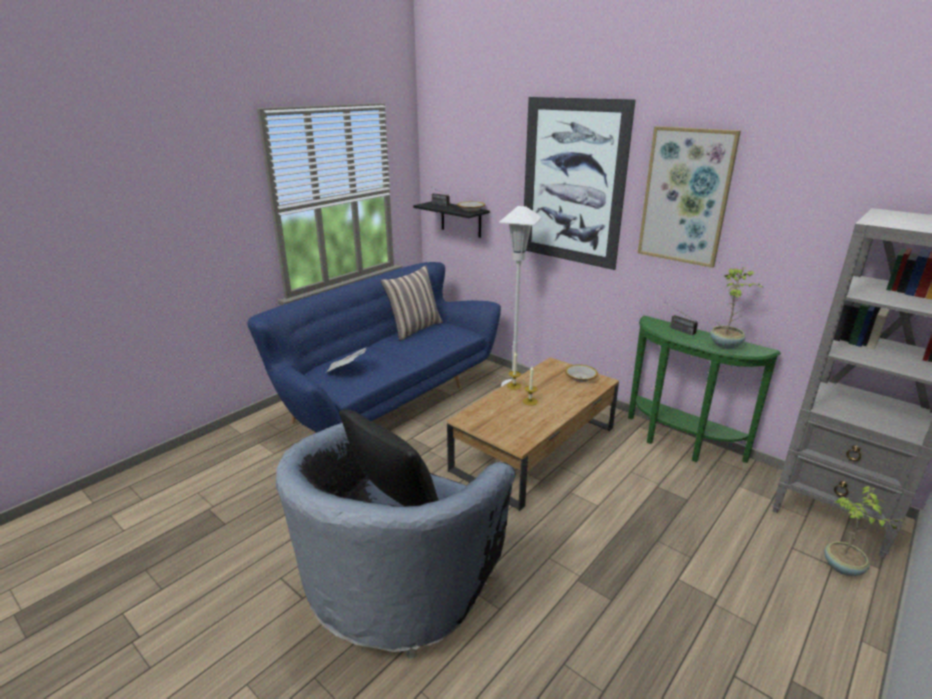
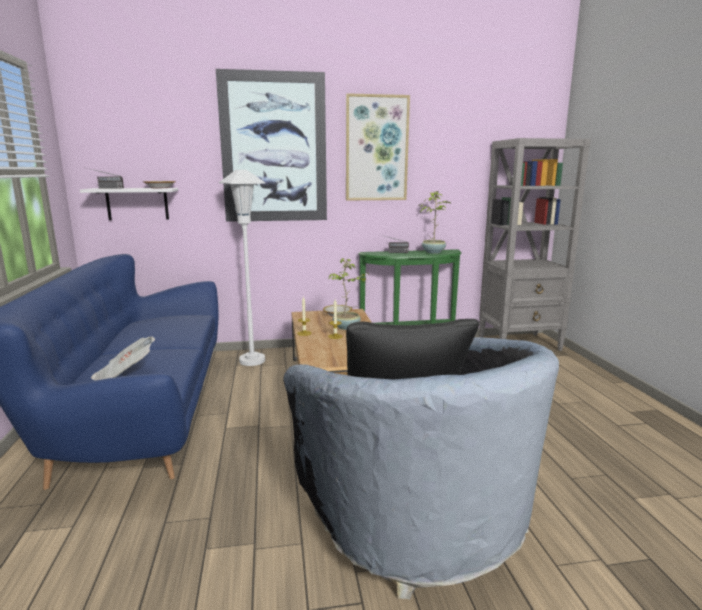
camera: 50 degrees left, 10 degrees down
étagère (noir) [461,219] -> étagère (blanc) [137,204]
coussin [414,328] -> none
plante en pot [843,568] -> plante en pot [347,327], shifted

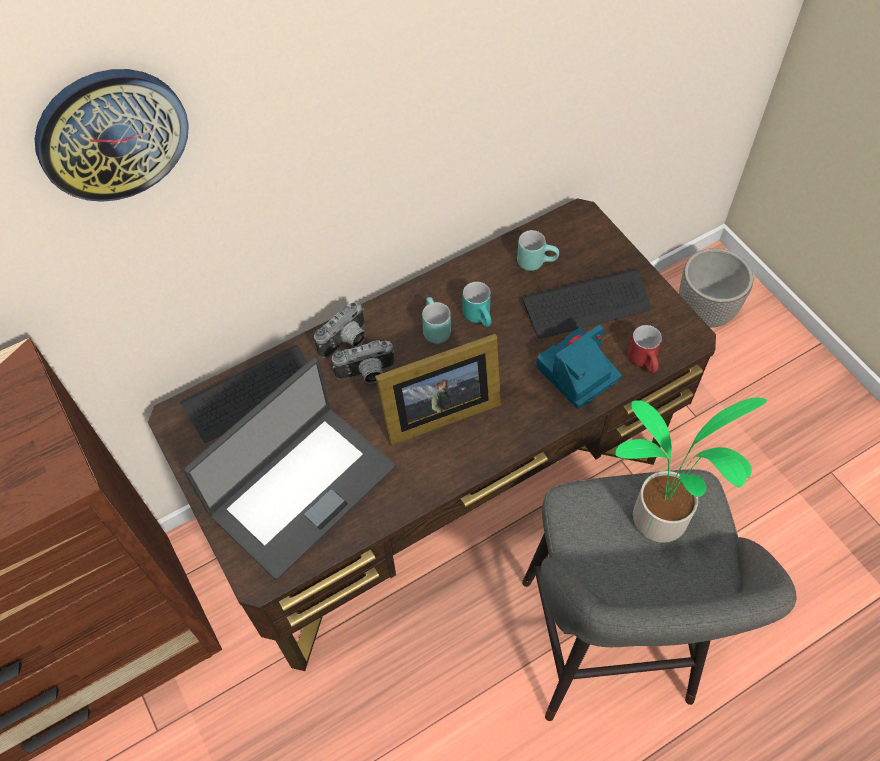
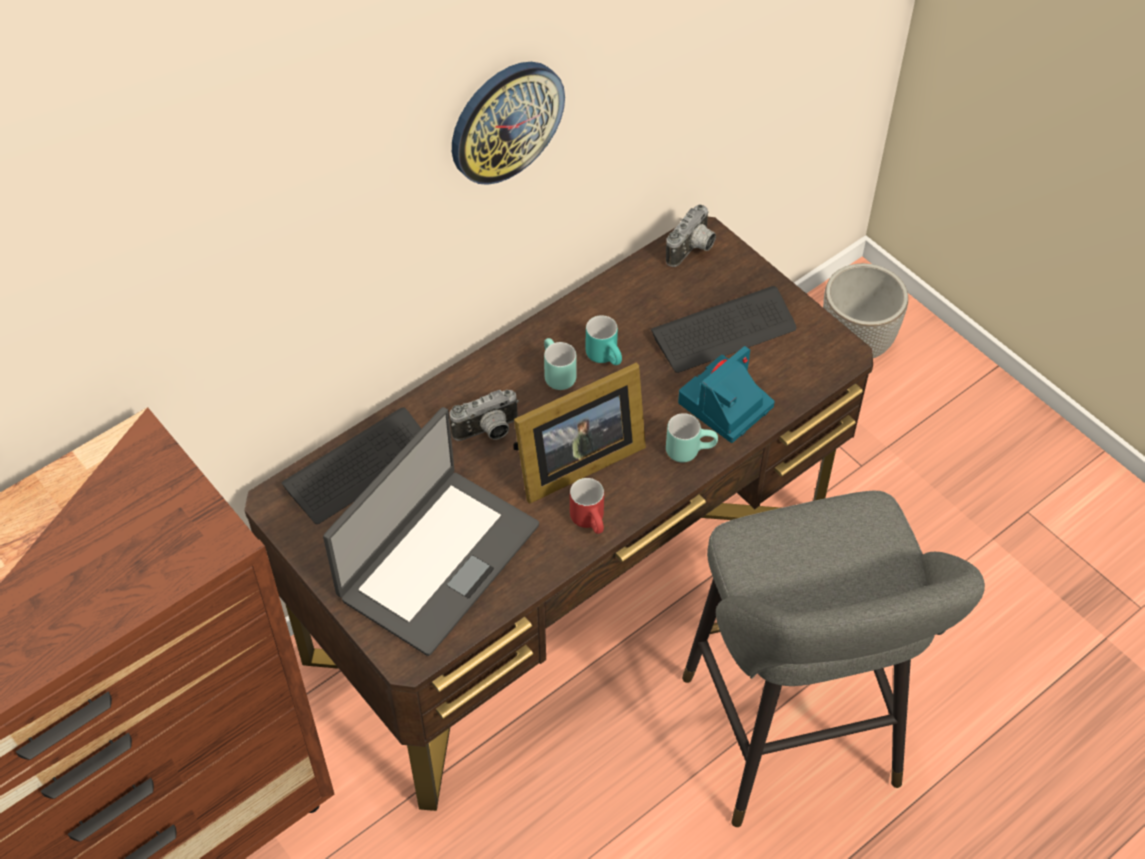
camera: 10 degrees left, 5 degrees down
horloge murale [112,134] -> horloge murale [505,121], shifted
mug (turquoise) [536,261] -> mug (turquoise) [690,449], shifted
appareil photo [347,342] -> appareil photo [693,250], shifted
mug (rouge) [645,362] -> mug (rouge) [592,521], shifted
plante en pot [657,522] -> none

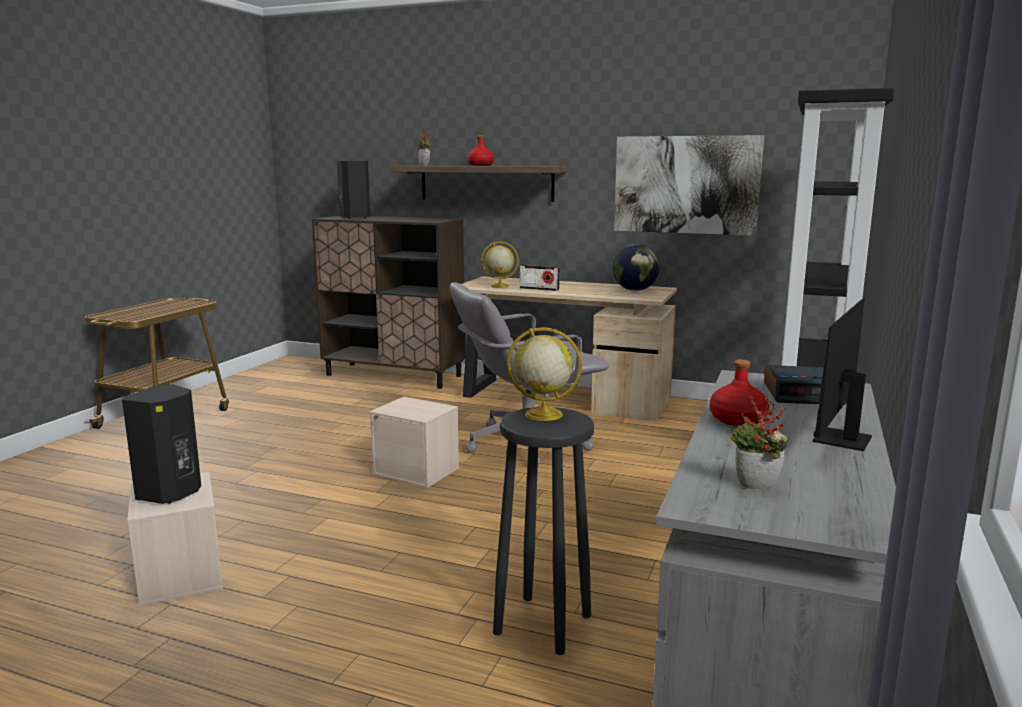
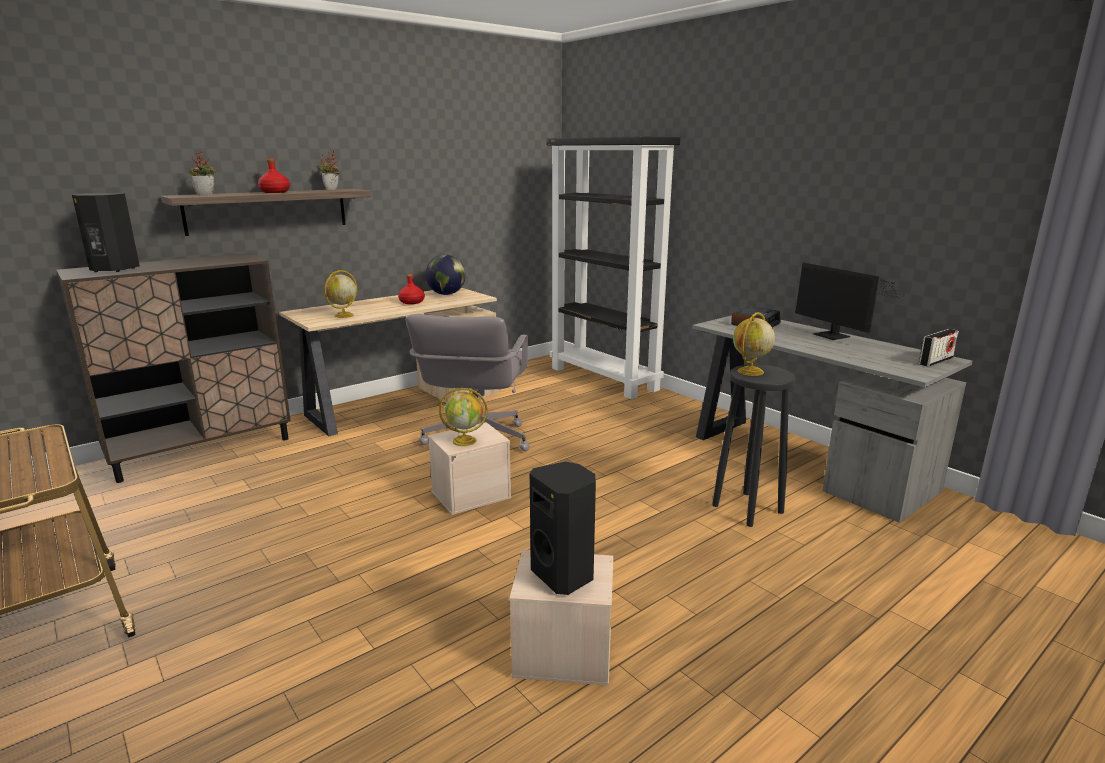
camera: 60 degrees left, 5 degrees up
tableau [685,185] -> none
radio [539,289] -> radio [936,361], shifted
bouteille (rouge) [738,420] -> bouteille (rouge) [411,302], shifted
plante en pot [755,488] -> plante en pot [331,190], shifted
none -> globe [465,441]

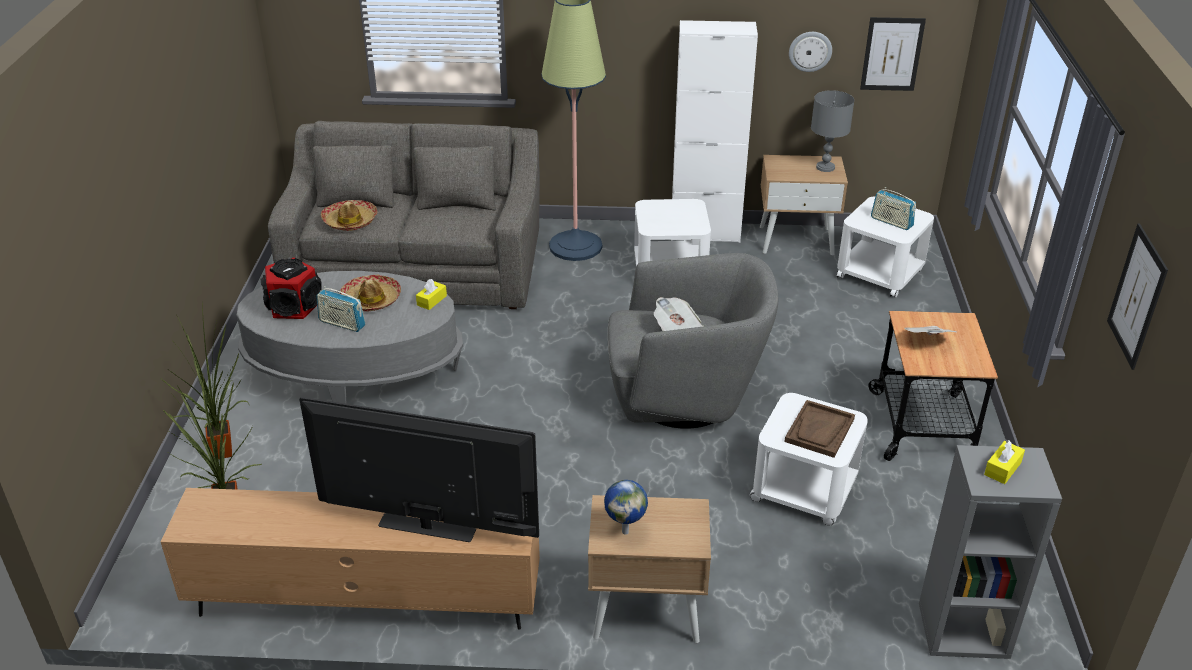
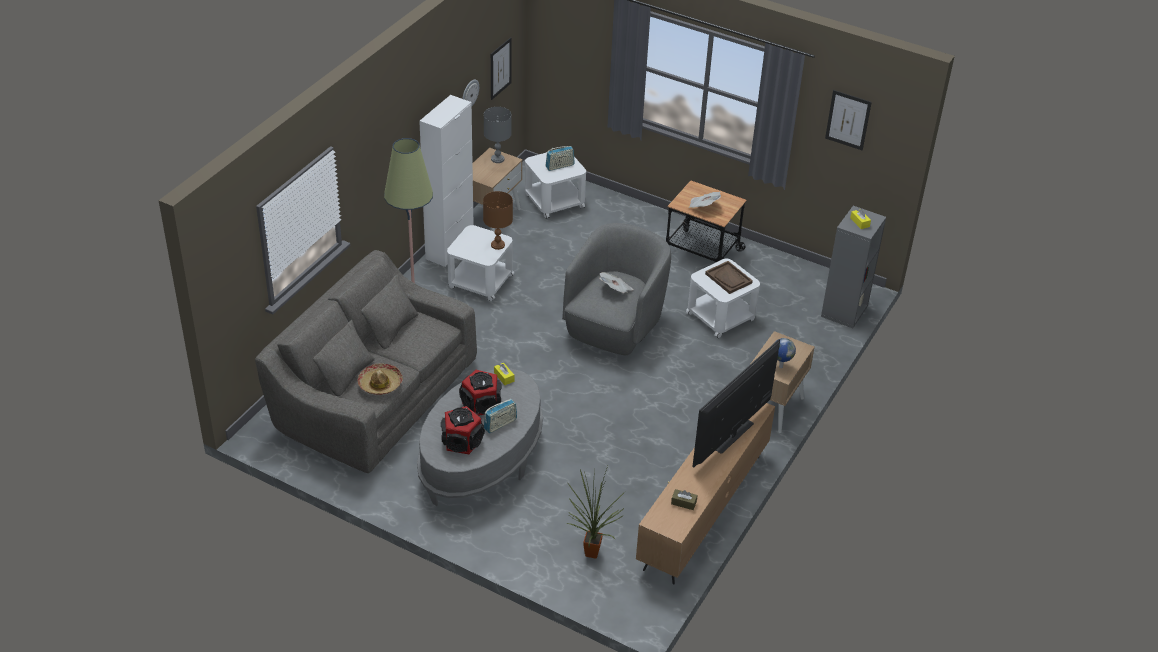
camera: 65 degrees left, 5 degrees up
chapeau [371,300] -> enceinte [481,404]
plante en pot [227,453] -> none
none -> lampe de table (marron) [498,245]
none -> boîte à mouchoirs (marron) [683,503]

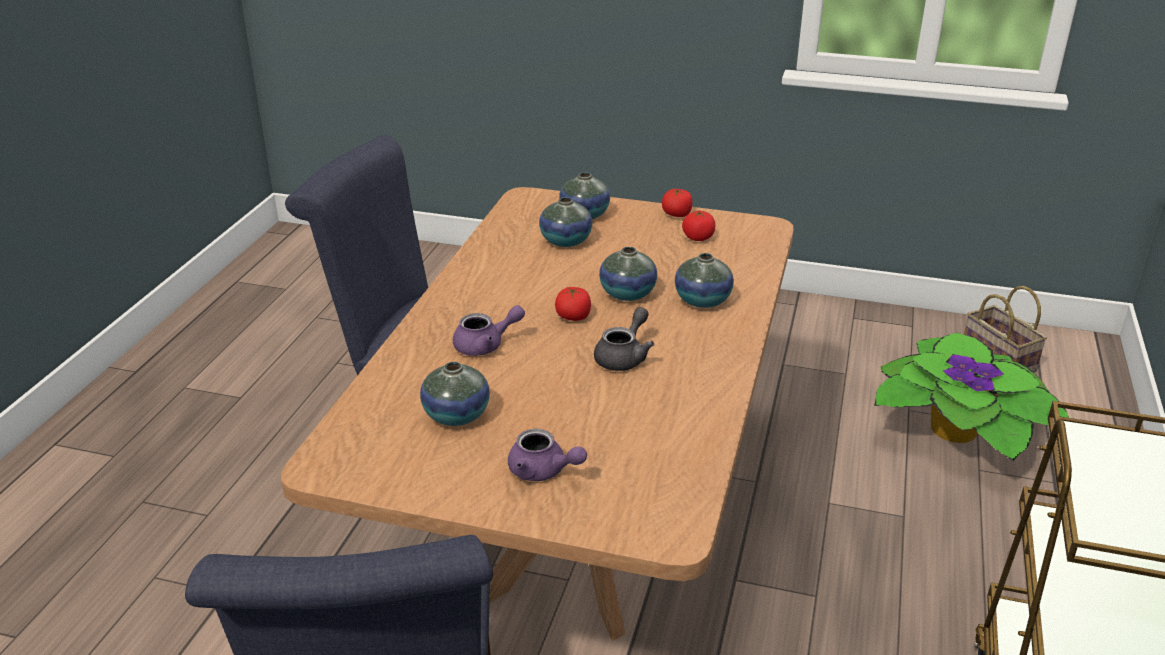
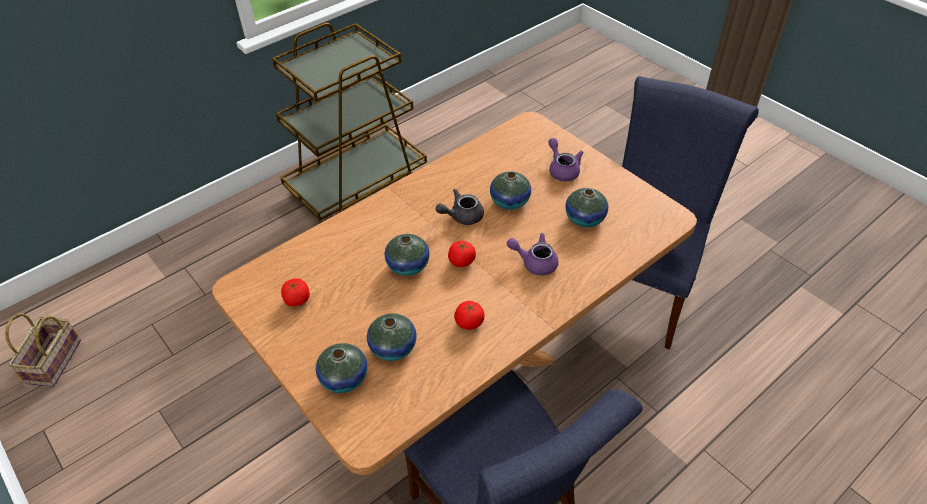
camera: 145 degrees left, 15 degrees up
tomate [676,214] -> tomate [469,323], shifted
vase [702,300] -> vase [510,201], shifted
plante en pot [959,431] -> none

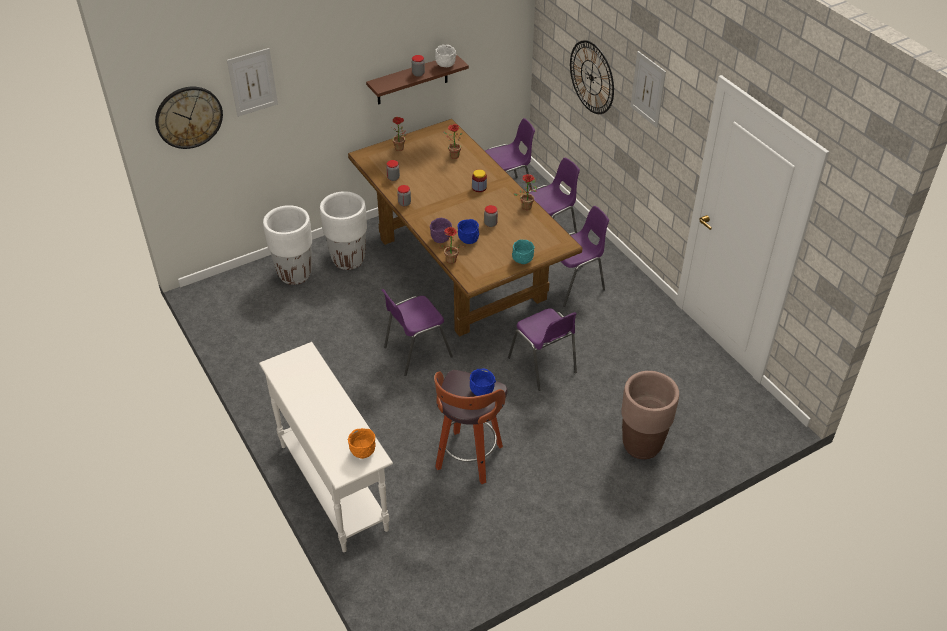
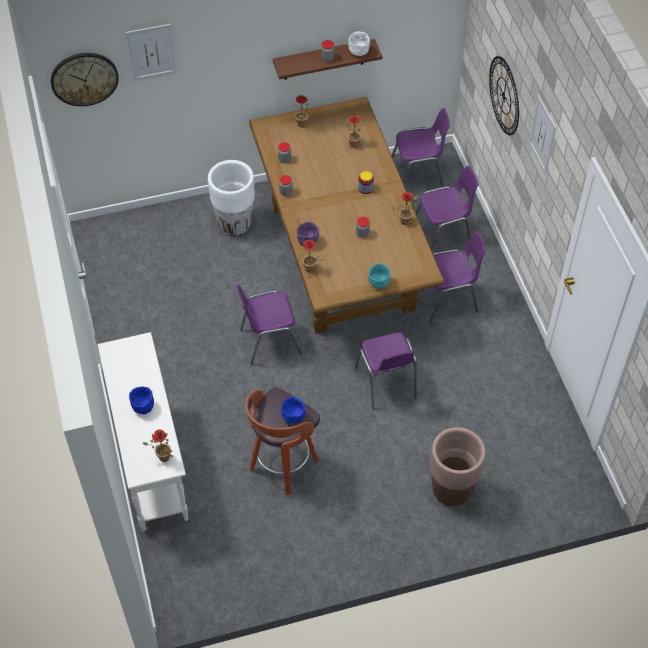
camera: 15 degrees right, 10 degrees up
cache-pot (blanc) [295,274] -> none
bol (bleu) [468,240] -> bol (bleu) [143,407], shifted
bol (orange) [362,452] -> plante en pot [162,458]

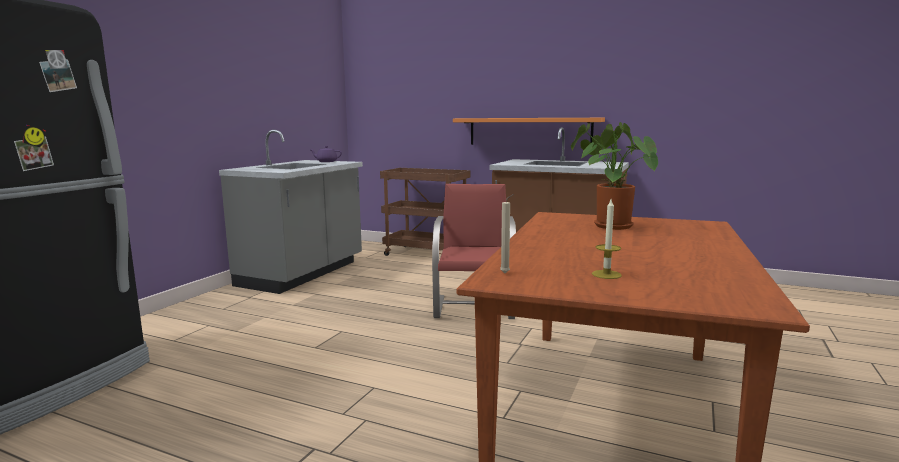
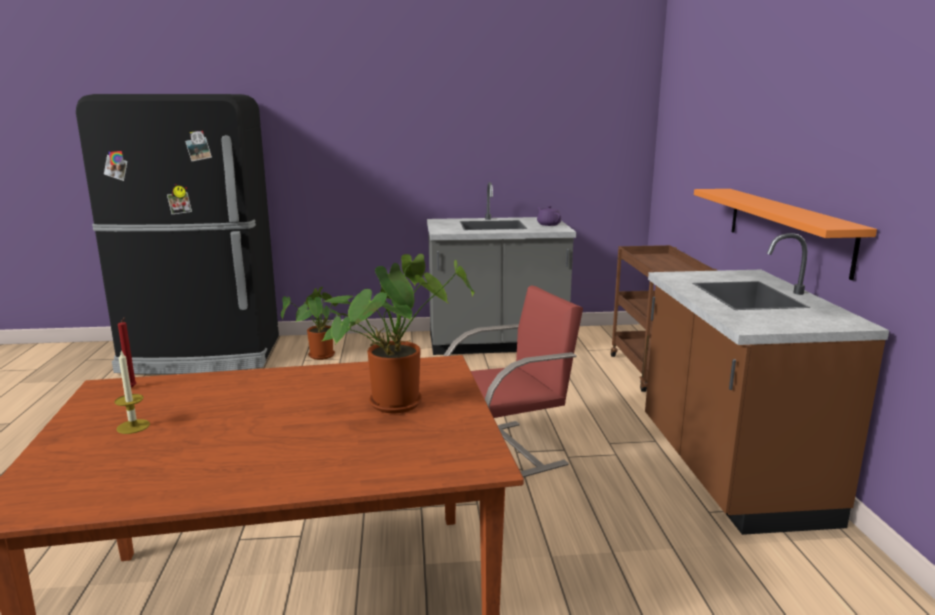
camera: 60 degrees right, 5 degrees up
bougie (beige) [506,273] -> bougie (rouge) [132,388]
none -> plante en pot [321,357]

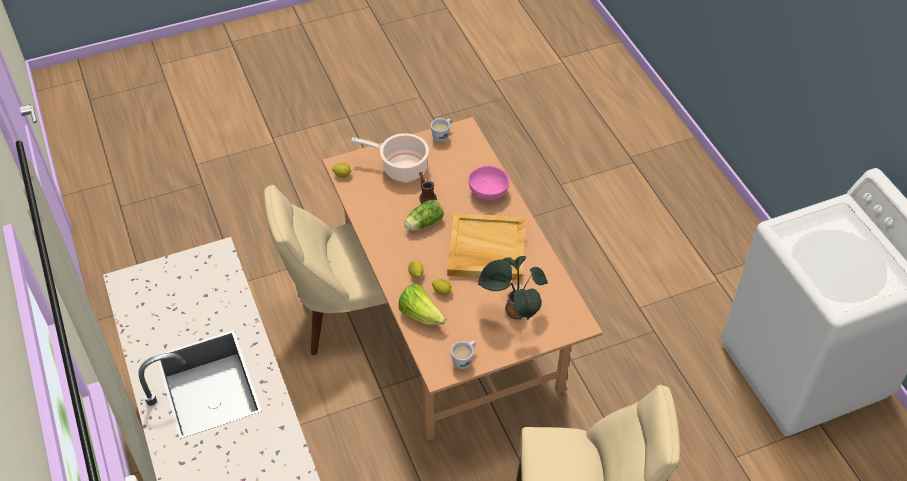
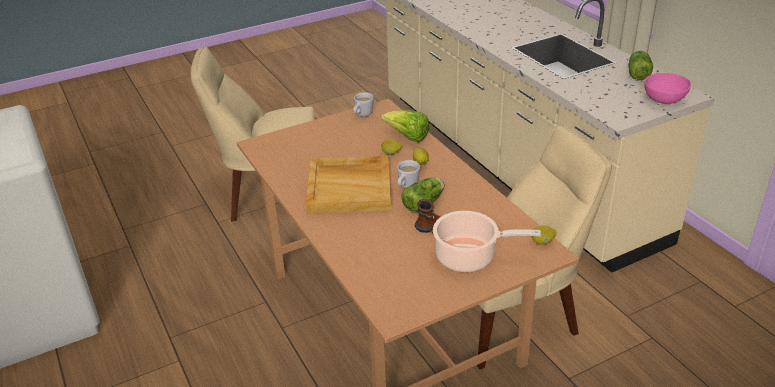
camera: 175 degrees right, 15 degrees down
mug (blanc) [442,136] -> mug (blanc) [406,187], shifted
bol (rose) [487,192] -> bol (rose) [665,100], shifted
plante en pot [513,312] -> none
none -> laitue [638,73]

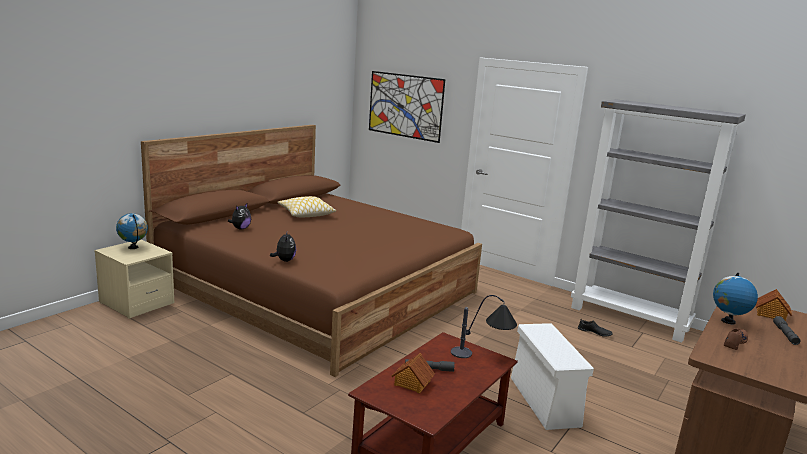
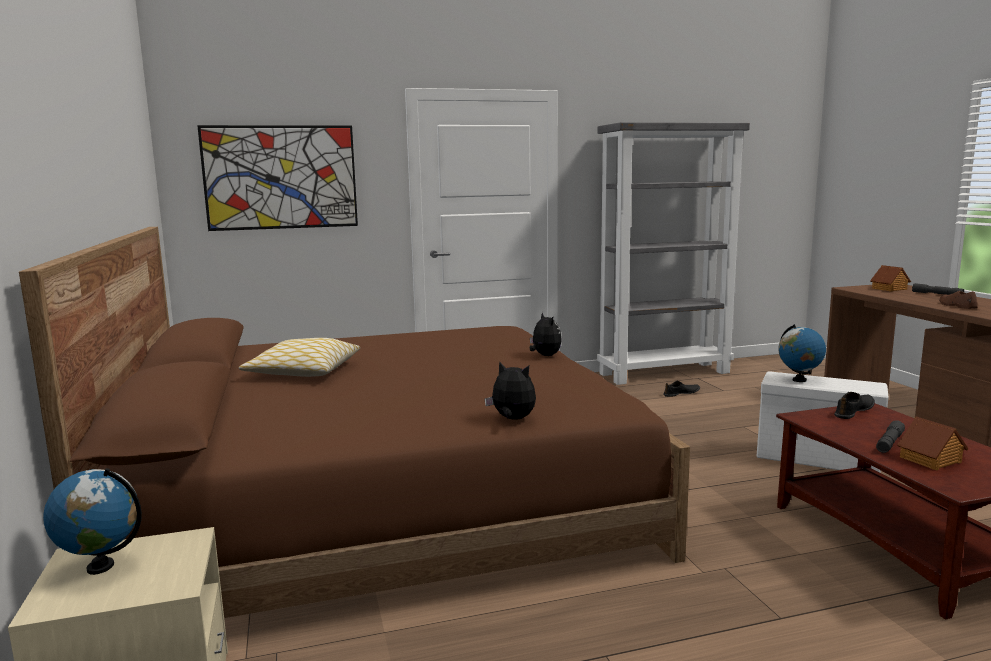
camera: 50 degrees left, 5 degrees down
peluche [240,228] -> peluche [544,356], shifted
globe [728,321] -> globe [799,380], shifted
lampe de table [483,355] -> chaussure (noir) [854,411]

